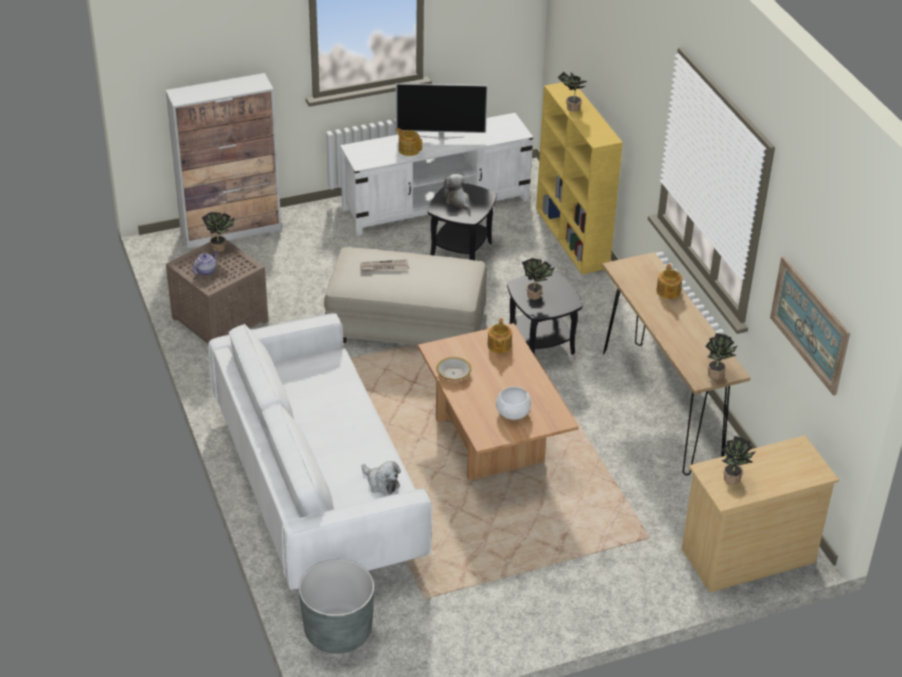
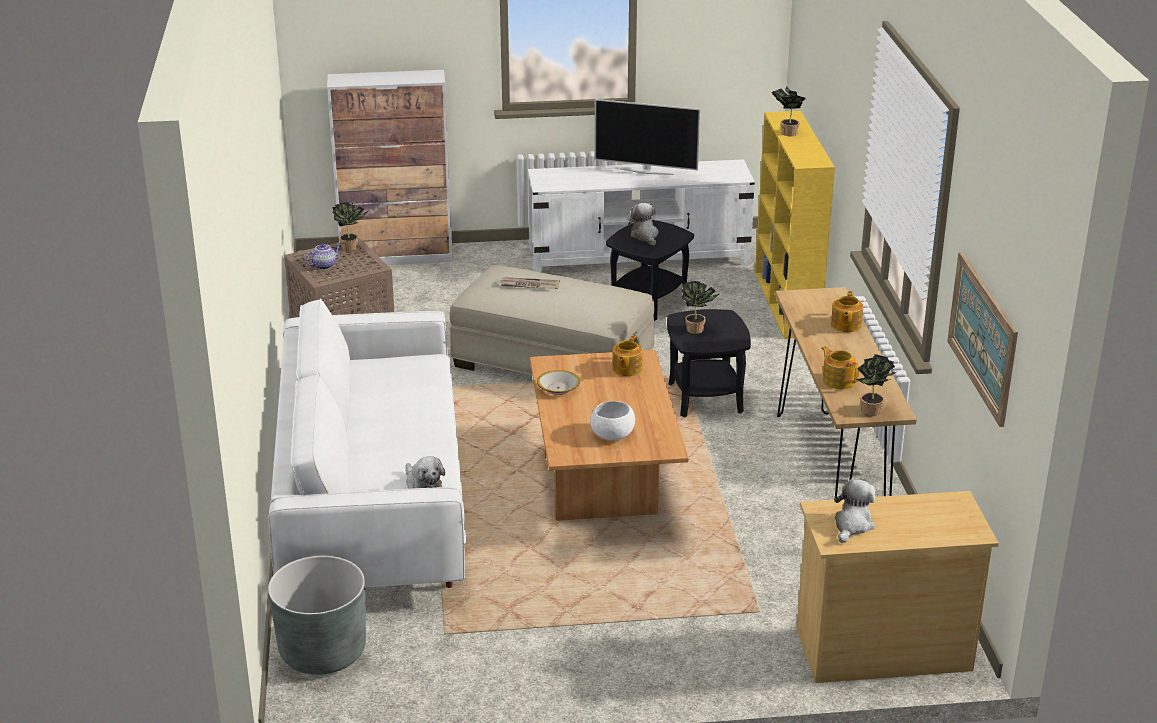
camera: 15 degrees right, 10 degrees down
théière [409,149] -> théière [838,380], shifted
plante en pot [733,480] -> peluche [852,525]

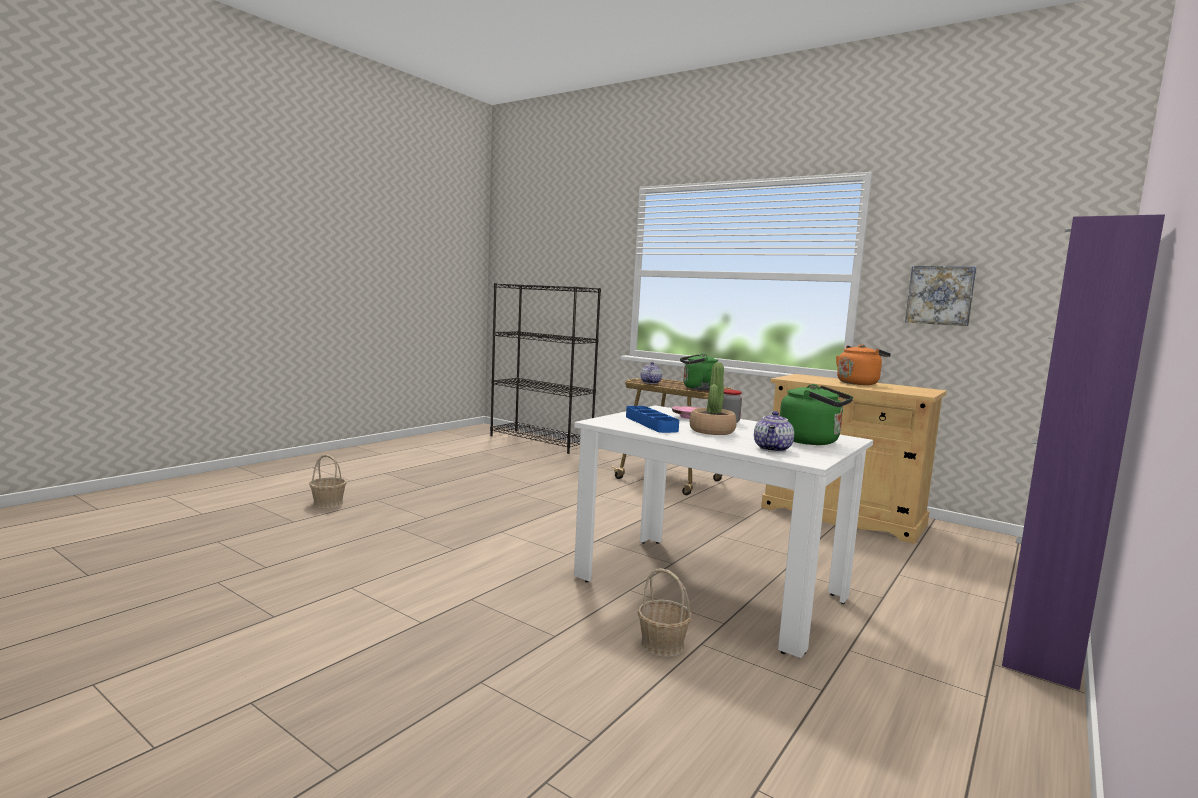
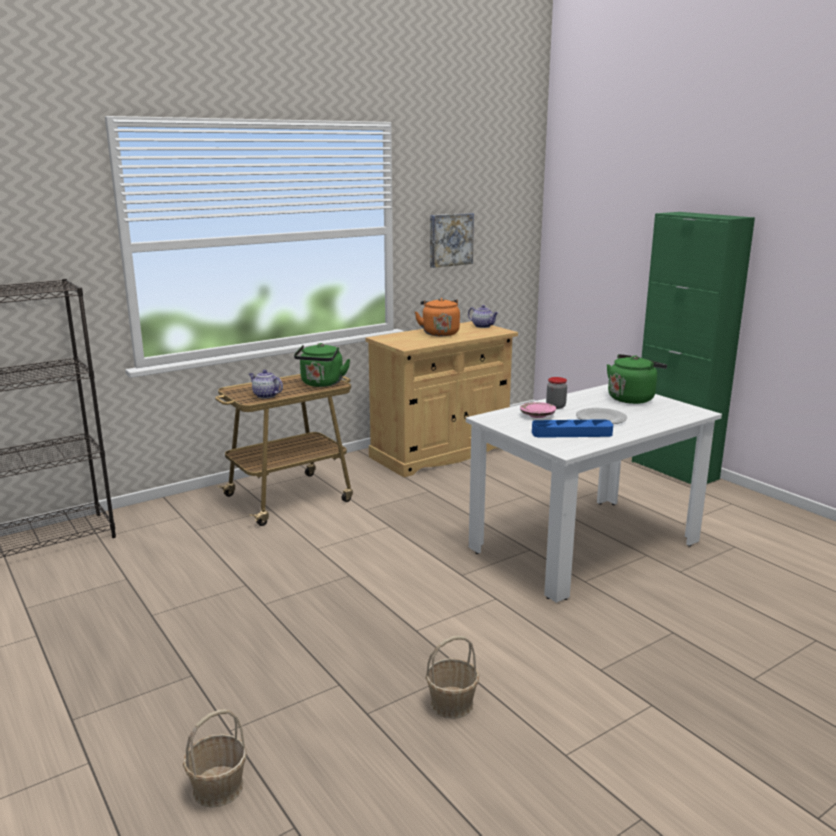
camera: 70 degrees left, 10 degrees up
meuble de rangement (violet) [1041,648] -> meuble de rangement (vert) [674,470]
plante en pot [711,431] -> assiette [600,419]
théière [773,449] -> théière [483,326], shifted
panier [662,645] -> panier [452,704], shifted

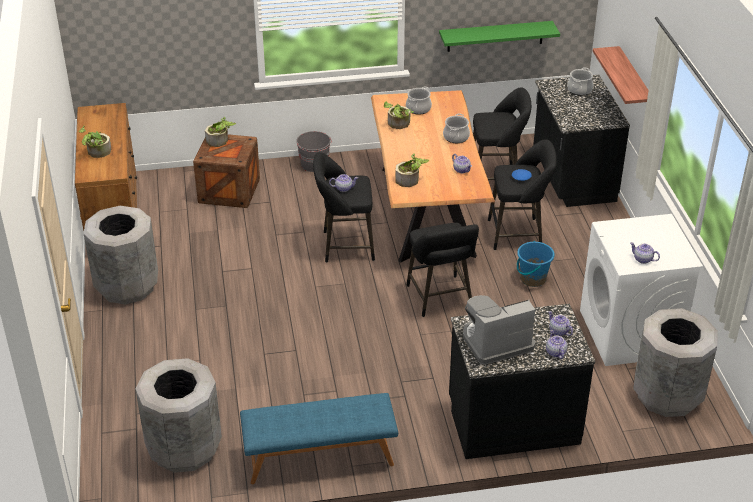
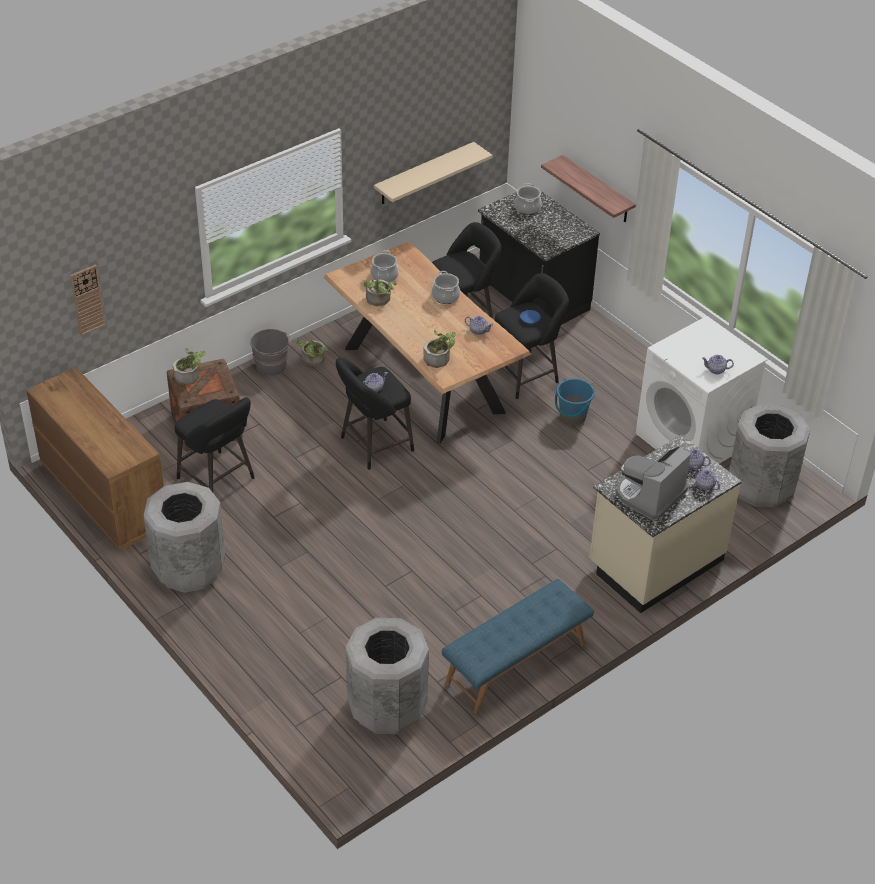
camera: 30 degrees left, 5 degrees up
étagère (vert) [495,36] -> étagère (beige) [424,174]
plante en pot [97,153] -> plante en pot [312,361], shifted
tabouret (noir) [440,299] -> tabouret (noir) [218,481], shifted
comptoir de cuisine (noir) [513,422] -> comptoir de cuisine (beige) [655,562]
none -> horloge murale [87,300]

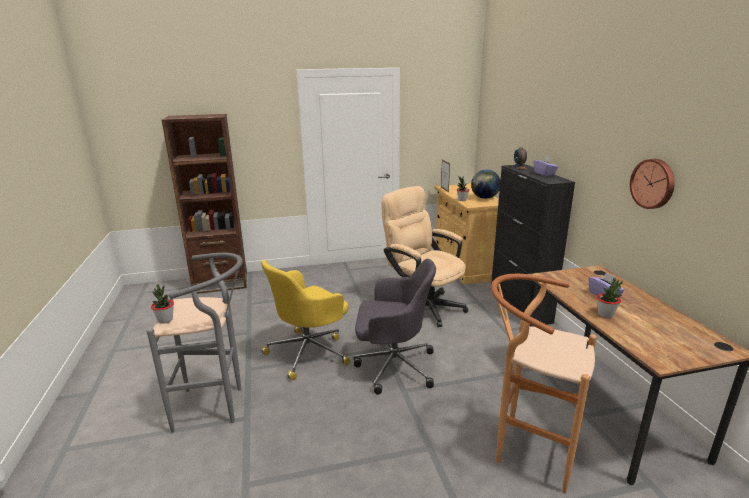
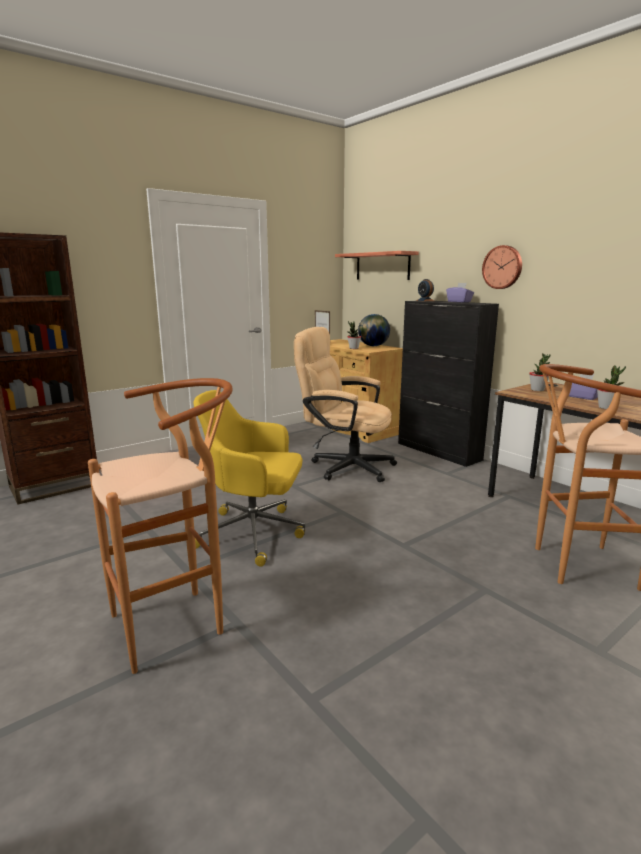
camera: 25 degrees left, 5 degrees down
horloge murale [653,183] -> horloge murale [503,267], shifted
tabouret (gris) [216,406] -> tabouret (marron) [178,622]
chaise de bureau (gris) [393,366] -> none
chaise de bureau (jaune) [309,352] -> chaise de bureau (jaune) [254,533], 75 degrees clockwise
plante en pot [165,320] -> plante en pot [537,390], shifted
none -> étagère [382,266]

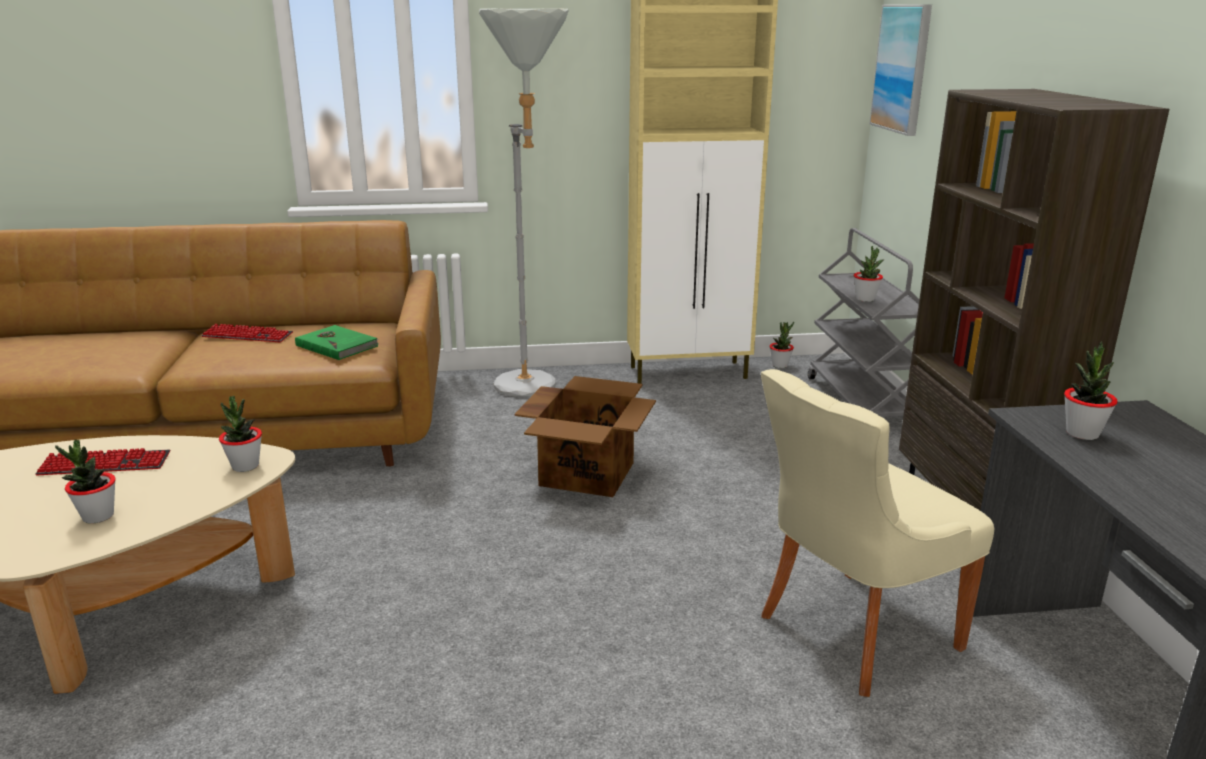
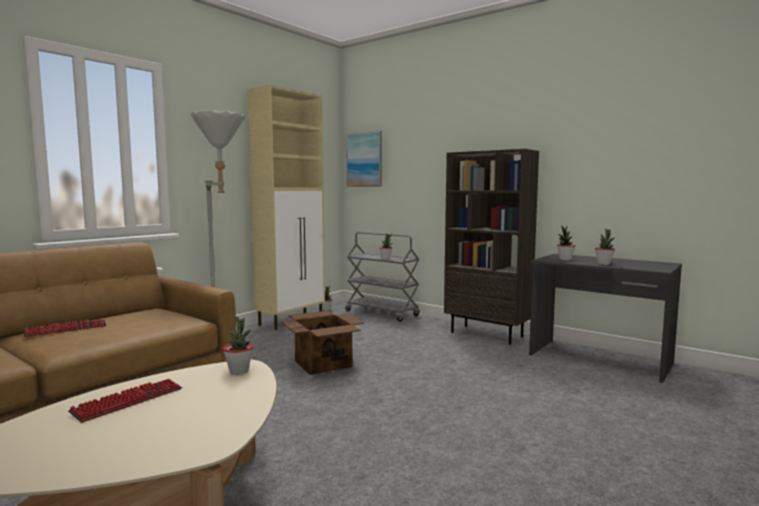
camera: 45 degrees left, 15 degrees down
livre (vert) [337,345] -> none
chaise (beige) [852,633] -> none
plante en pot [98,516] -> plante en pot [603,264], shifted

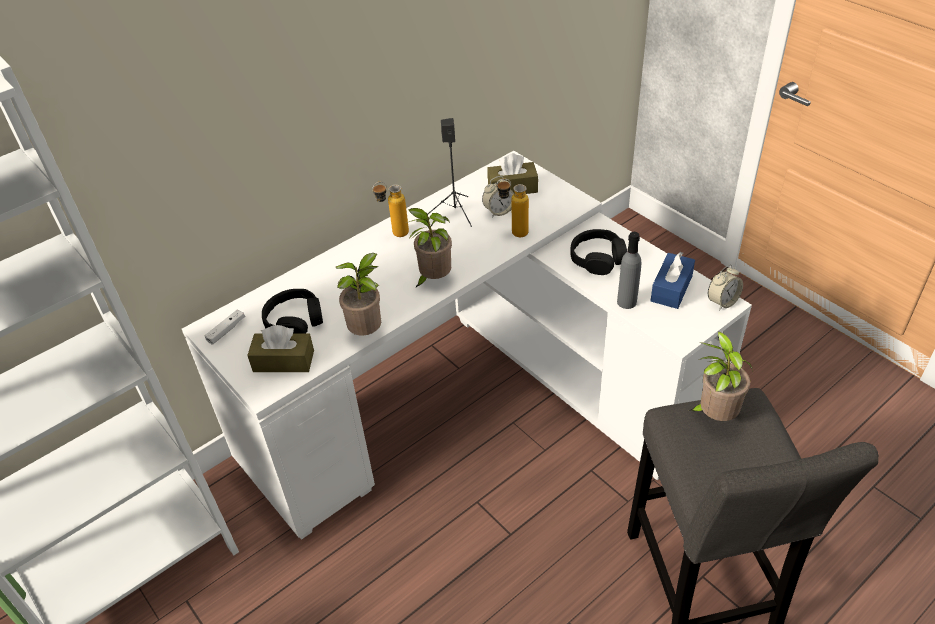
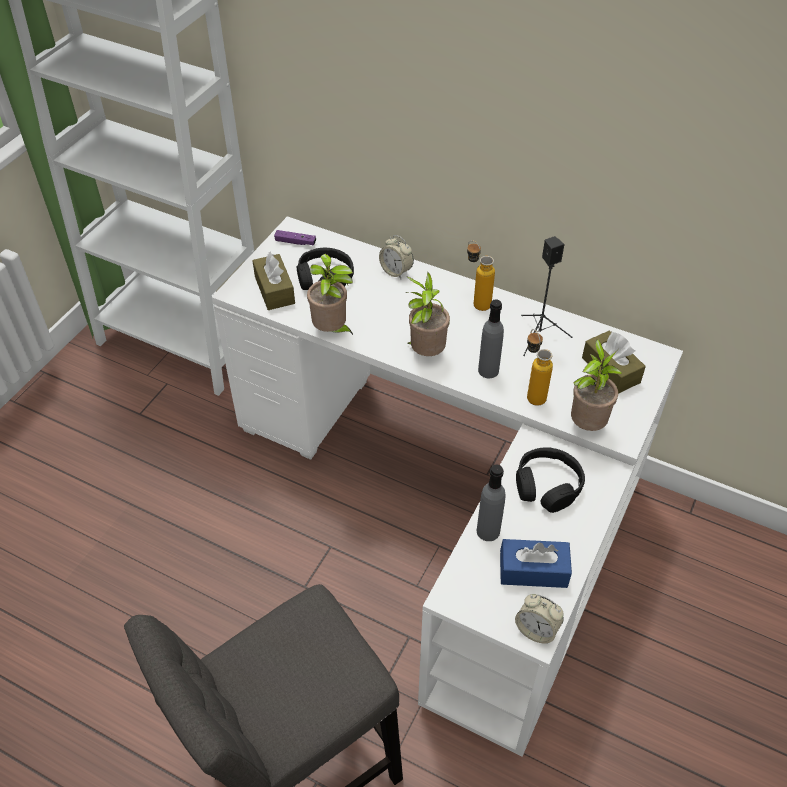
camera: 65 degrees right, 5 degrees up
réveil [498,211] -> réveil [396,271], shifted
manette (blanc) [226,330] -> manette (violet) [295,242]
plante en pot [714,416] -> plante en pot [586,424], shifted
none -> bouteille (gris) [488,370]

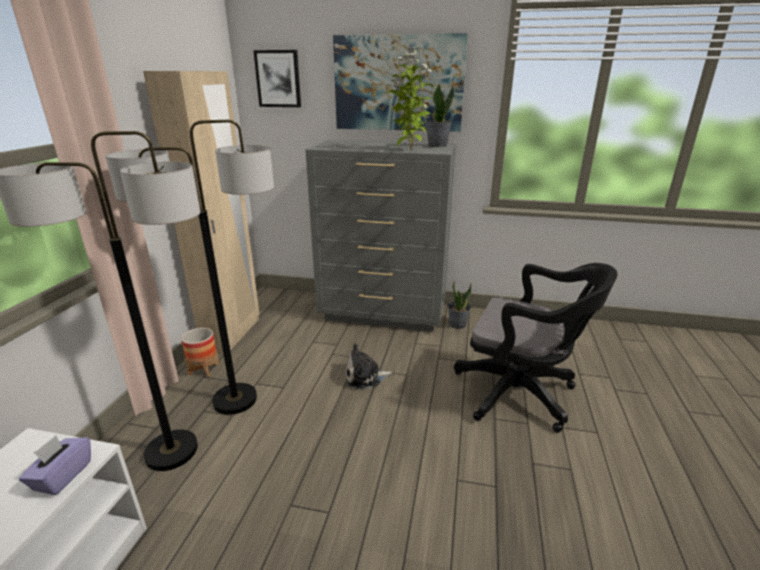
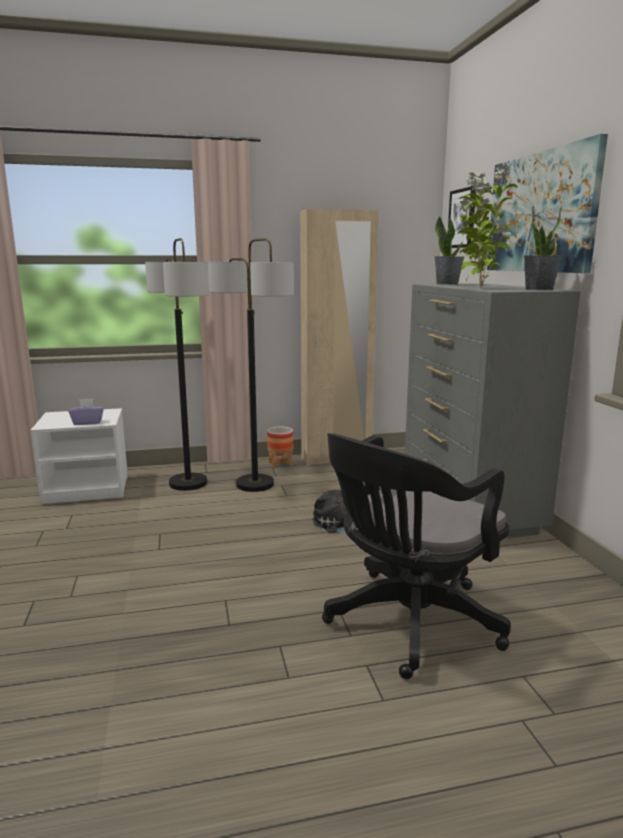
camera: 65 degrees right, 10 degrees down
chaise de bureau (noir) [520,394] -> chaise de bureau (noir) [407,623], 45 degrees clockwise
plante en pot [457,324] -> plante en pot [447,284], shifted

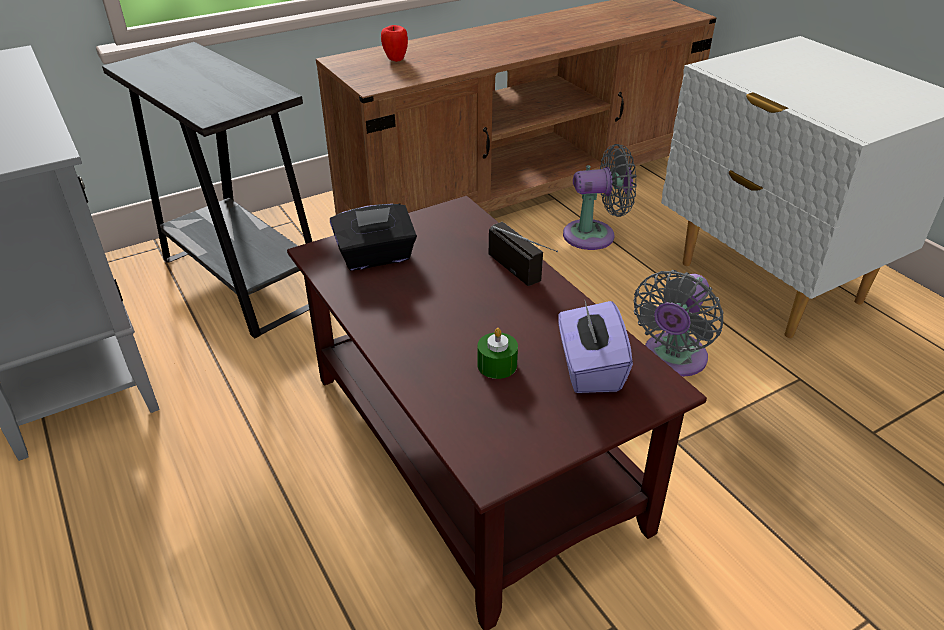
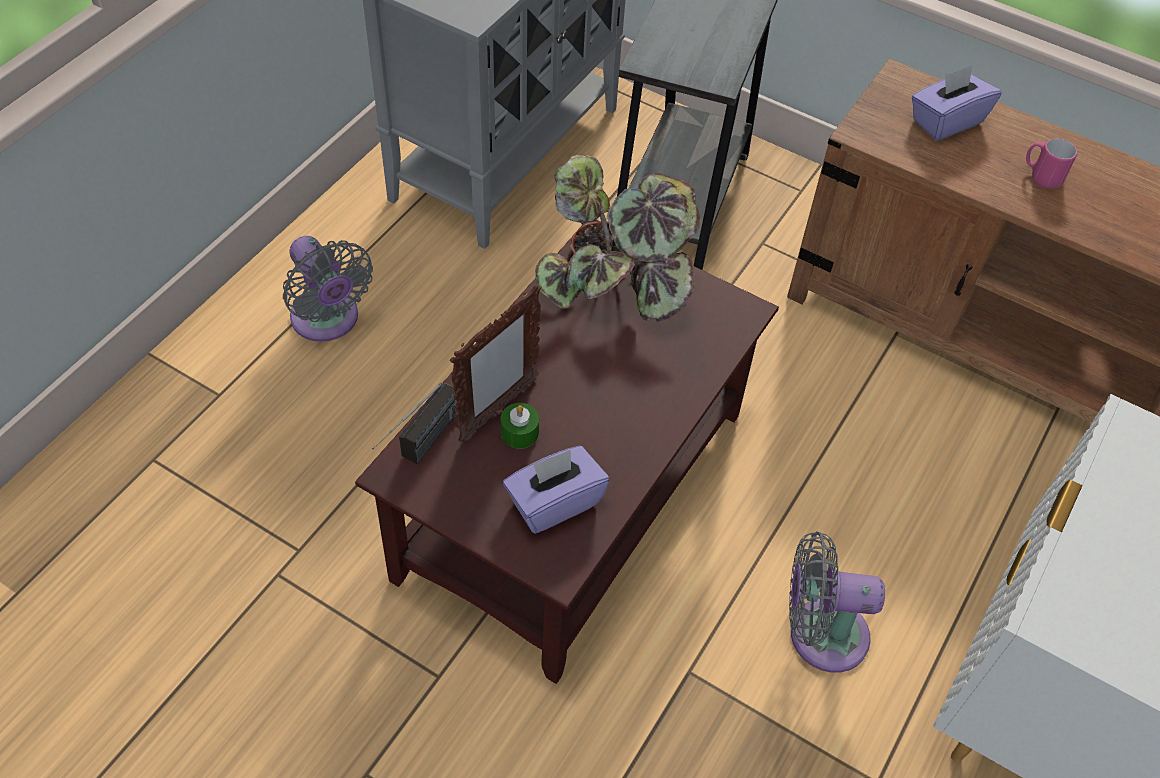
camera: 60 degrees right, 15 degrees up
pomme [395,59] -> boîte à mouchoirs (violet) [946,121]
ventilateur (gris) [594,235] -> ventilateur (gris) [328,321], shifted
boîte à mouchoirs (noir) [376,257] -> plante en pot [619,283]
radio [526,275] -> radio [421,449], shifted
none -> mug (rose) [1041,176]
none -> cadre photo [498,410]

